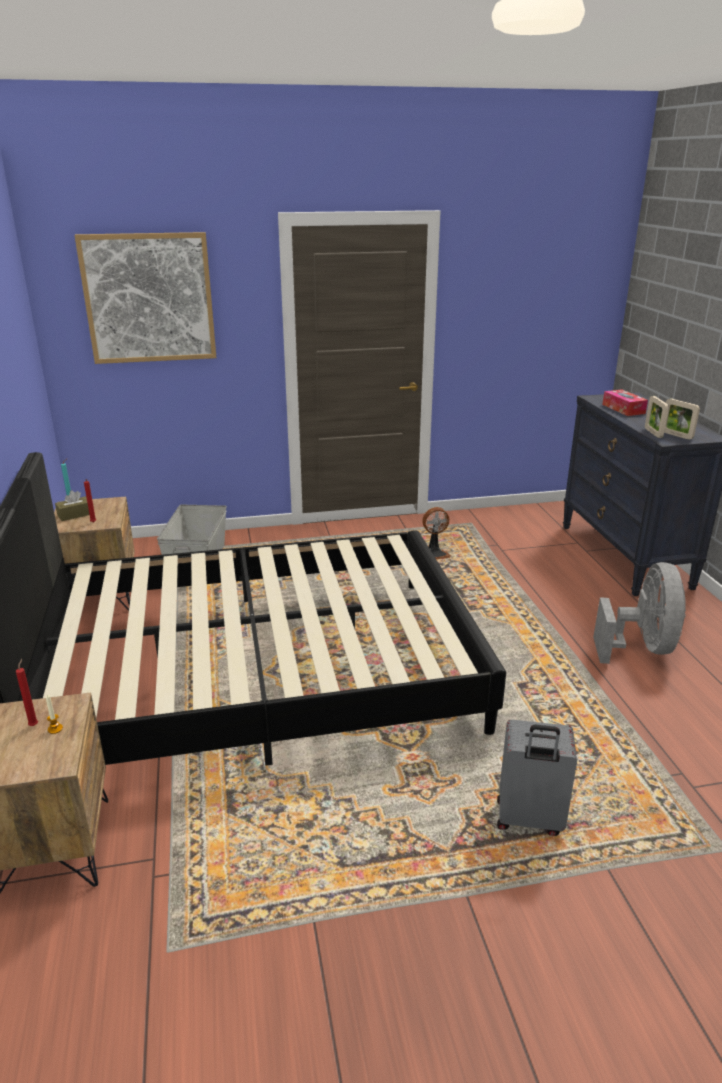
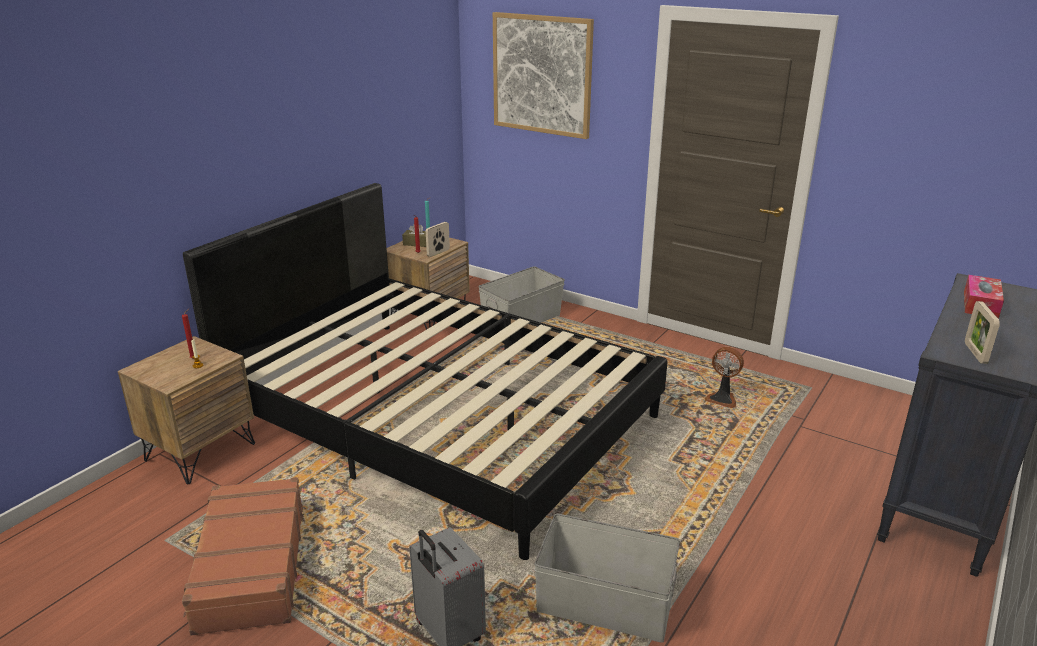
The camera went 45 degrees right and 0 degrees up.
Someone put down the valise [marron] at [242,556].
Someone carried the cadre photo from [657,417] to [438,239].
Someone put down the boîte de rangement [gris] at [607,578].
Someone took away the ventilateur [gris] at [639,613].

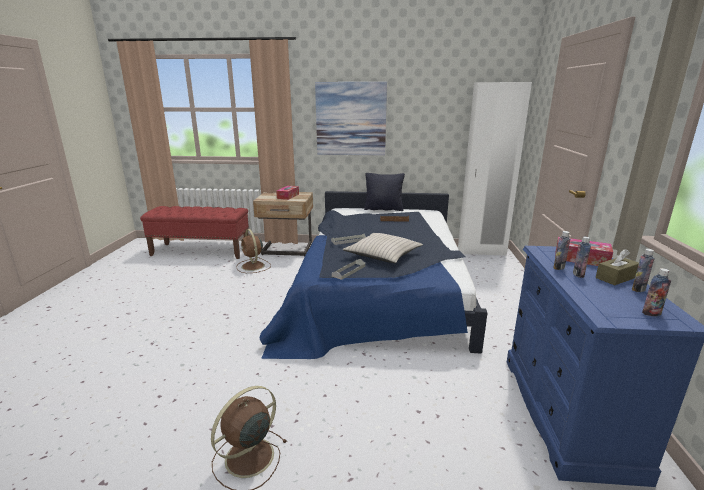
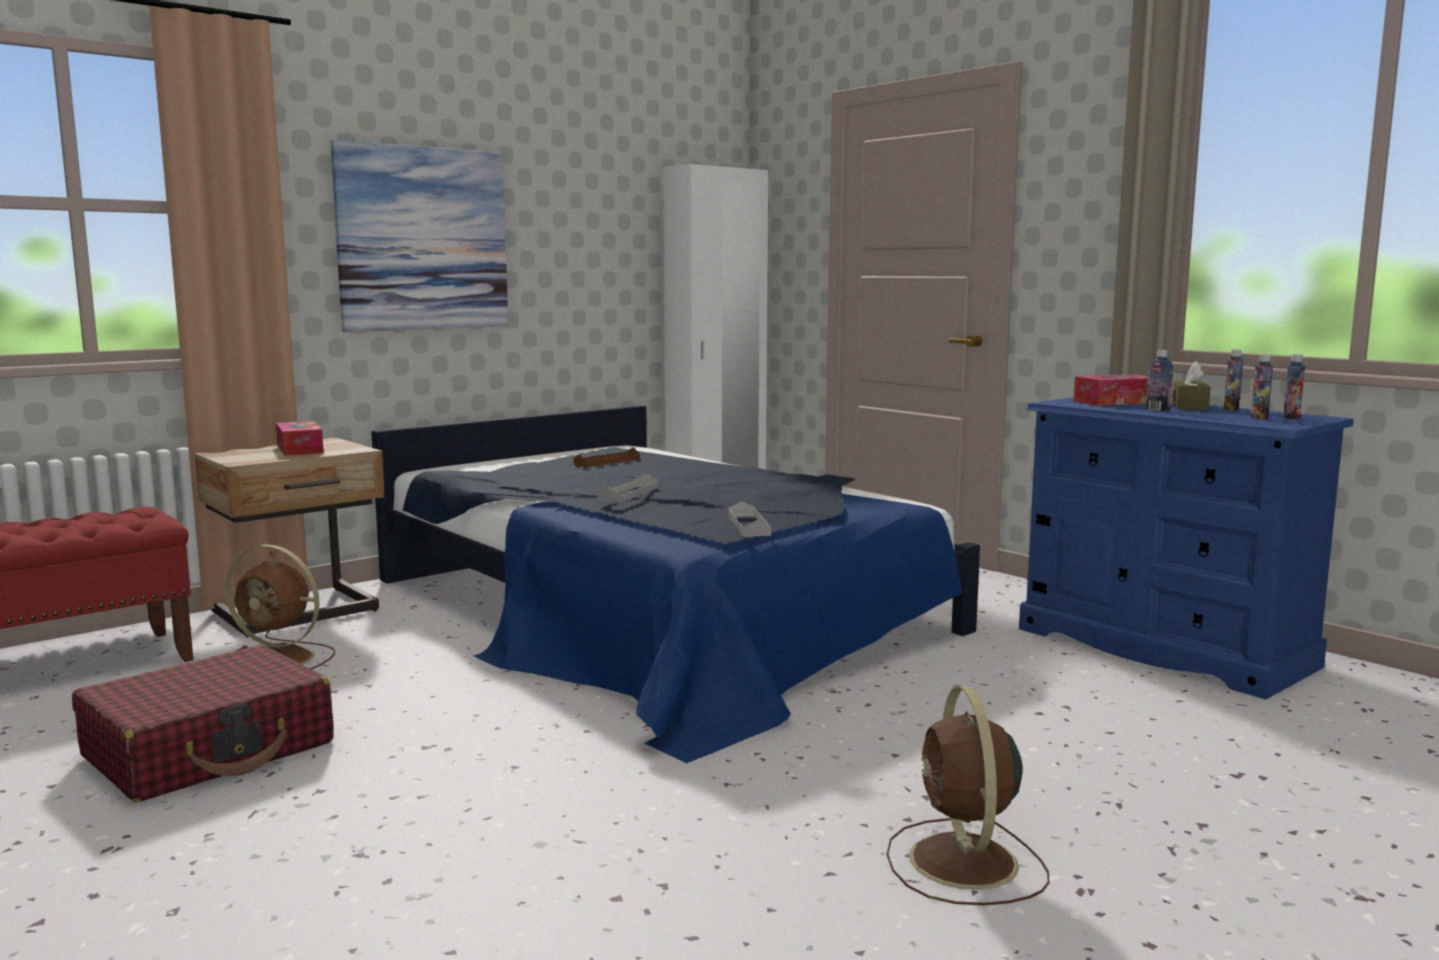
The camera went 45 degrees left and 10 degrees down.
Someone put down the valise [rouge] at [203,723].
Someone carried the bouteille from [561,250] to [1262,386].
Someone took away the coussin [beige] at [383,248].
Someone took away the coussin [noir] at [384,192].

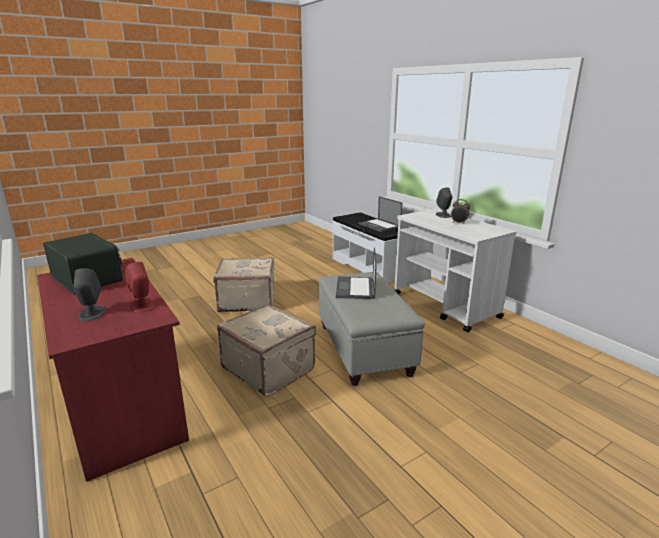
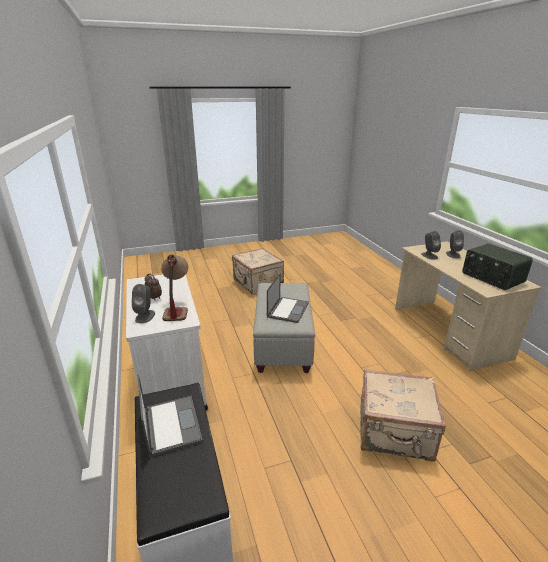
The camera went 165 degrees left and 5 degrees up.
Someone put down the lampe de table at [174,287].
Someone carried the valise [beige] from [266,350] to [258,271].
Someone repainted the bureau [rouge] at [113,370], which became the bureau [beige] at [468,306].
Someone repainted the enceinte [rouge] at [140,287], which became the enceinte [gris] at [431,245].

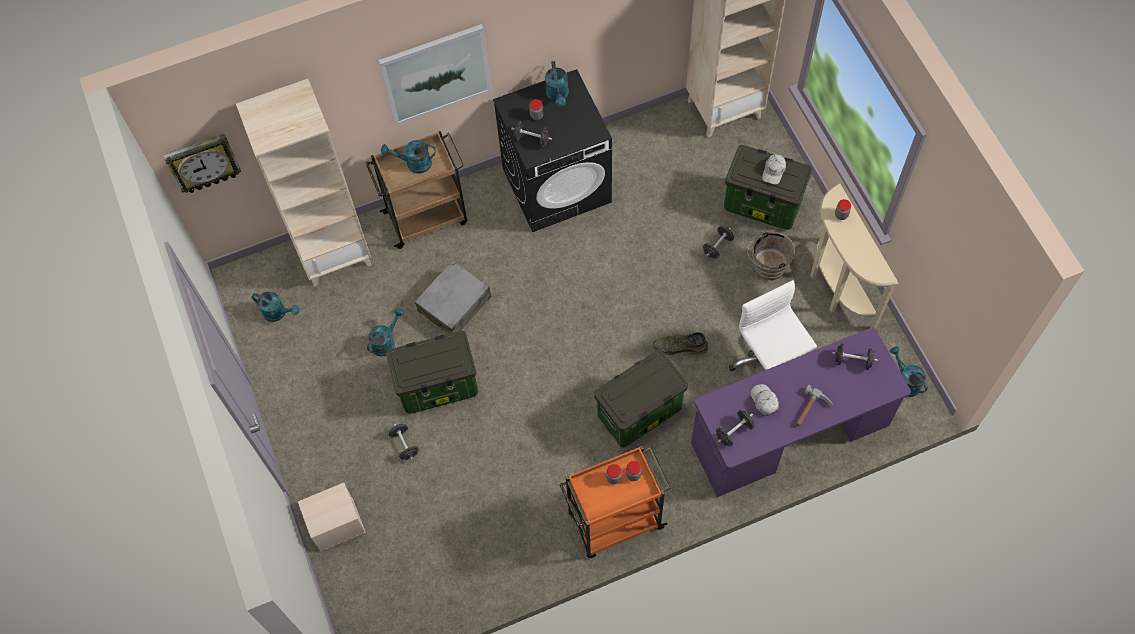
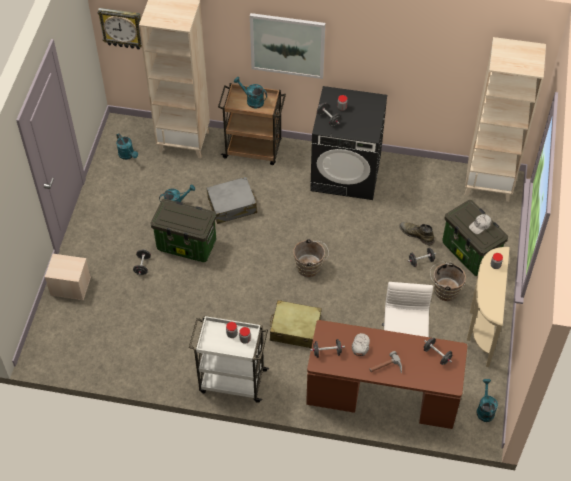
The camera went 30 degrees right and 10 degrees down.
Someone repainted the chariot [orange] at [614,502], which became the chariot [blanc] at [229,359].
Someone swapped the boîte de rangement at [641,398] for the valise [beige] at [296,324].
Someone put down the seau [marron] at [311,257].
Someone repainted the bureau [violet] at [801,412], which became the bureau [marron] at [386,374].
Someone carried the botte [vert] from [680,343] to [416,233].
Someone took away the arrosoir [turquoise] at [557,84].

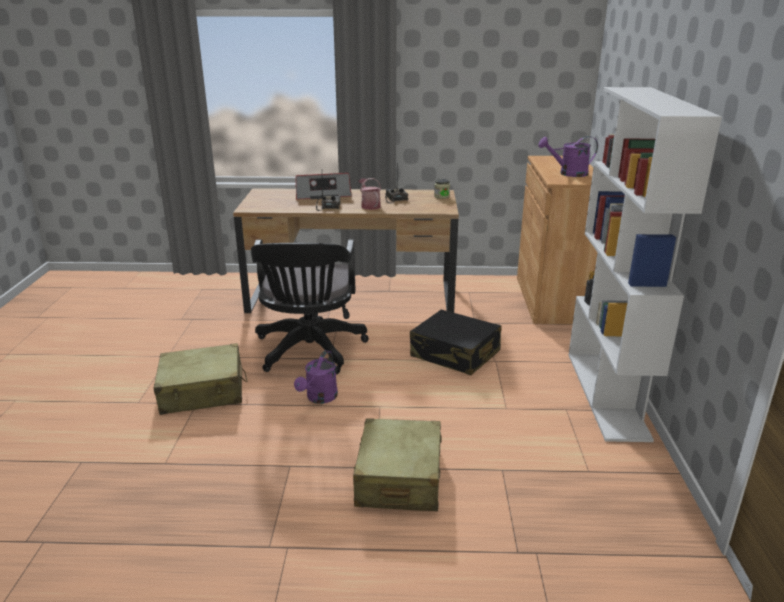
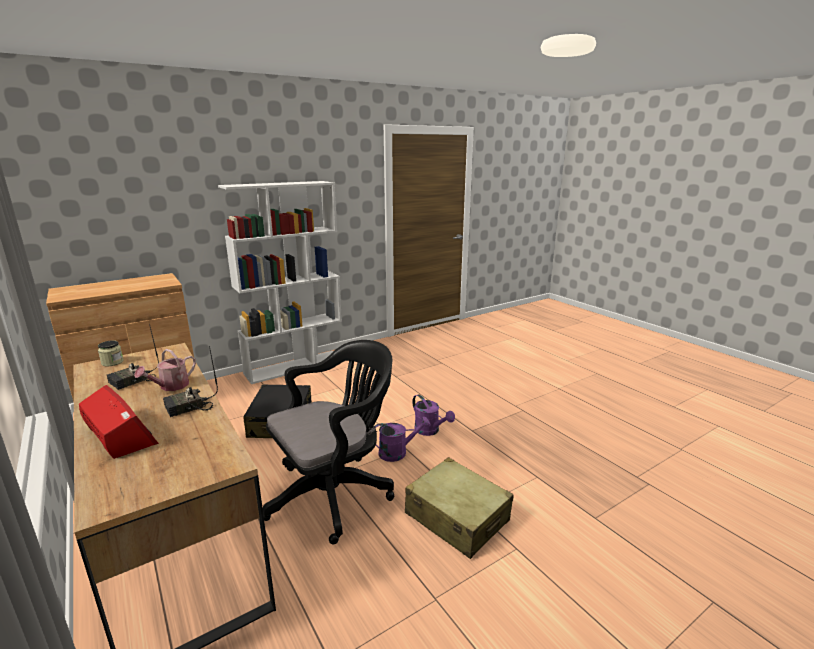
The camera went 125 degrees left and 5 degrees down.
Someone carried the arrosoir [violet] from [568,156] to [433,415].
Someone took away the valise [beige] at [397,464].

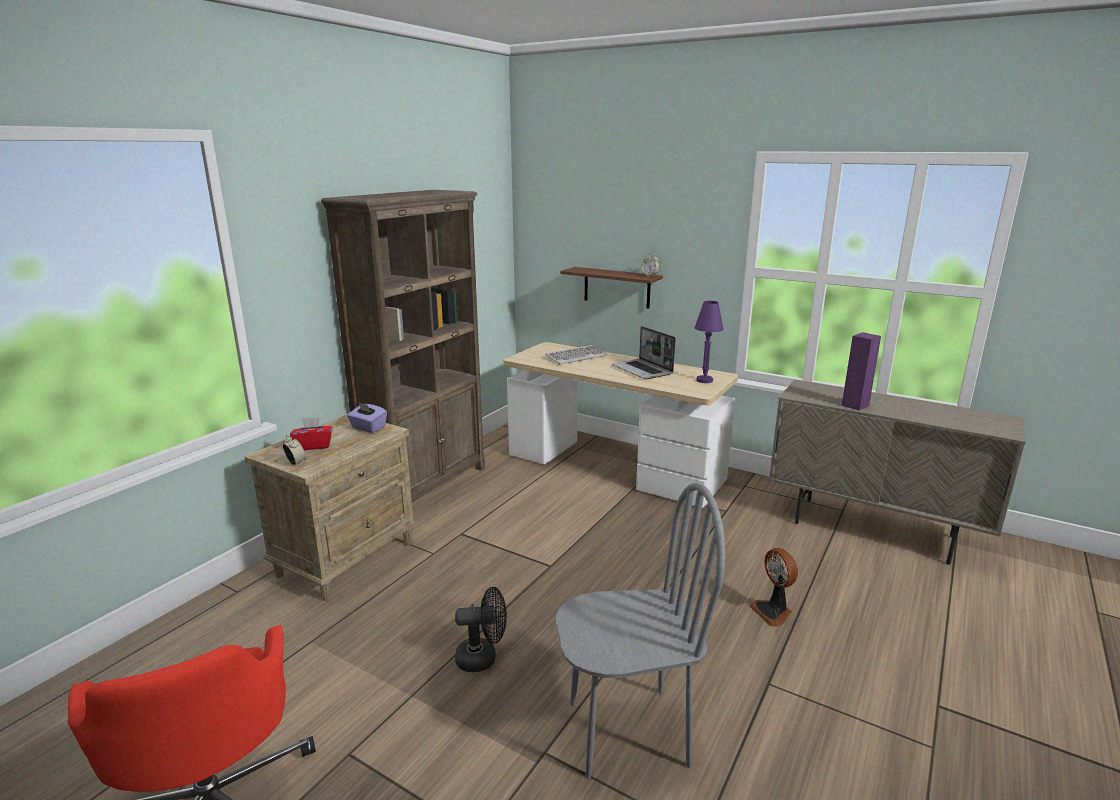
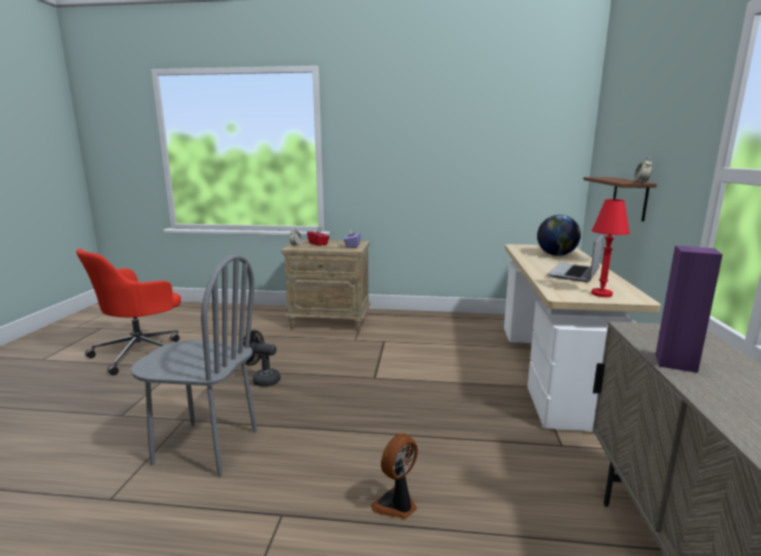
The camera went 65 degrees right and 5 degrees down.
Someone rotated the chaise [gris] at [640,631] by 45 degrees counterclockwise.
Someone rotated the ventilateur [noir] at [481,629] by 135 degrees clockwise.
Someone swapped the clavier at [575,354] for the globe at [559,235].
Someone repainted the lampe de table [violet] at [709,342], which became the lampe de table [rouge] at [610,248].
Someone took away the bibliothèque [marron] at [403,346].

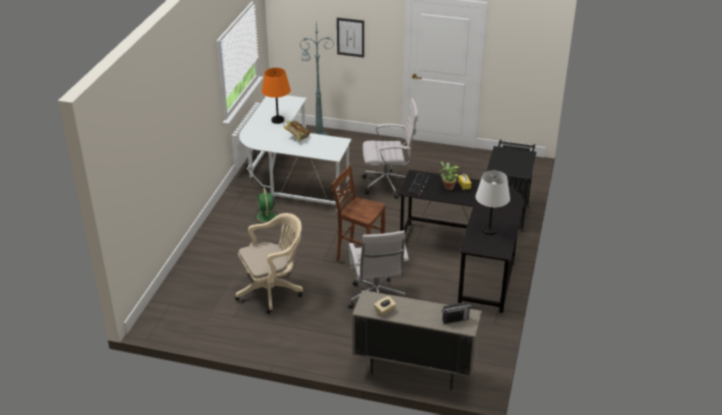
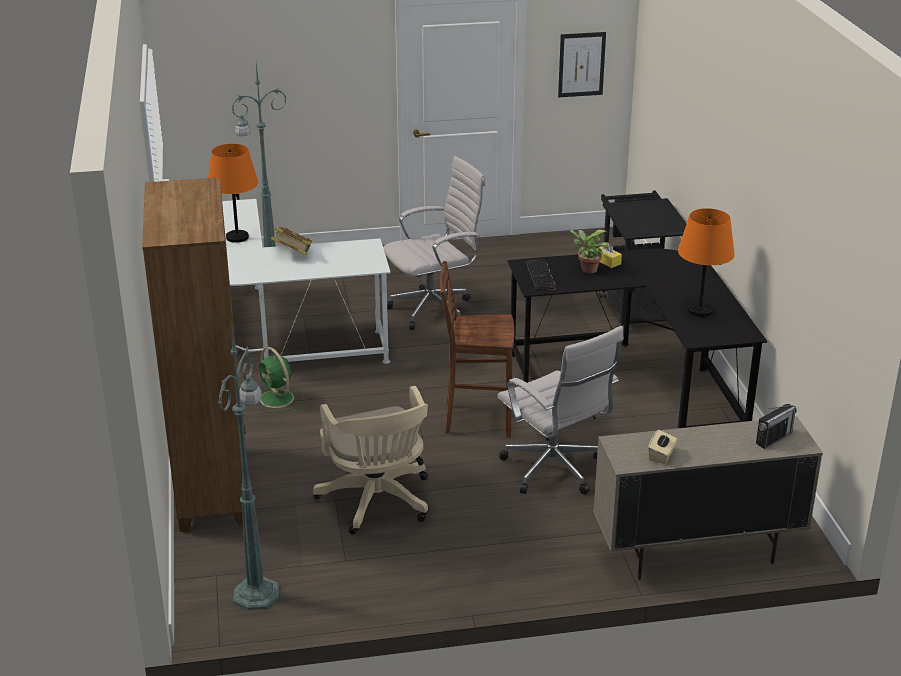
The camera went 25 degrees left and 5 degrees down.
Someone put down the bibliothèque [marron] at [194,354].
Someone put down the lampadaire [vert] at [248,466].
Someone rotated the chaise de bureau [beige] at [269,263] by 120 degrees clockwise.
Someone carried the tableau from [350,38] to [582,64].
Someone repainted the lampe de table [blanc] at [492,203], which became the lampe de table [orange] at [706,262].

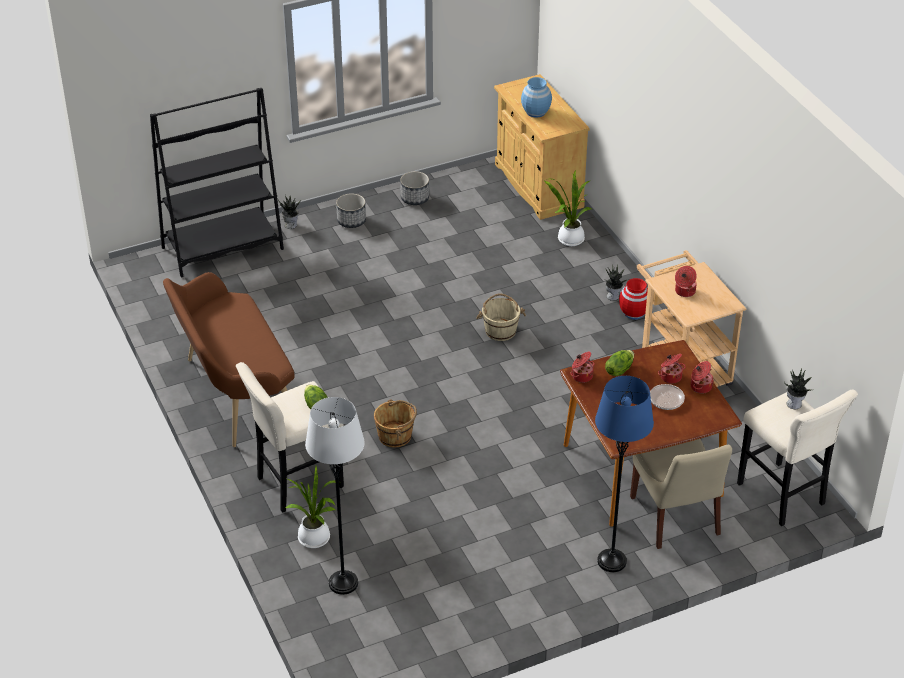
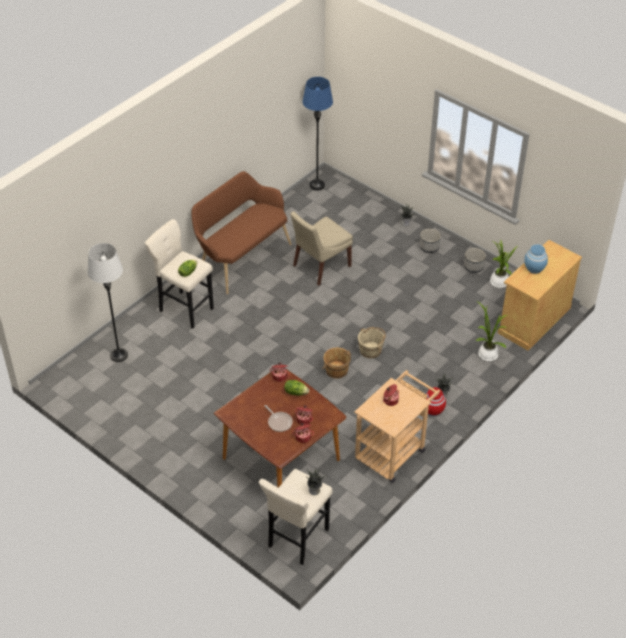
The camera went 65 degrees right and 5 degrees up.
Someone carried the chaise [beige] from [681,494] to [322,248].
Someone carried the lampadaire [bleu] from [624,474] to [318,134].
Someone carried the seau [marron] from [395,423] to [337,363].
Someone carried the plante en pot from [310,507] to [503,264].
Someone took away the bibliothèque [noir] at [217,183].

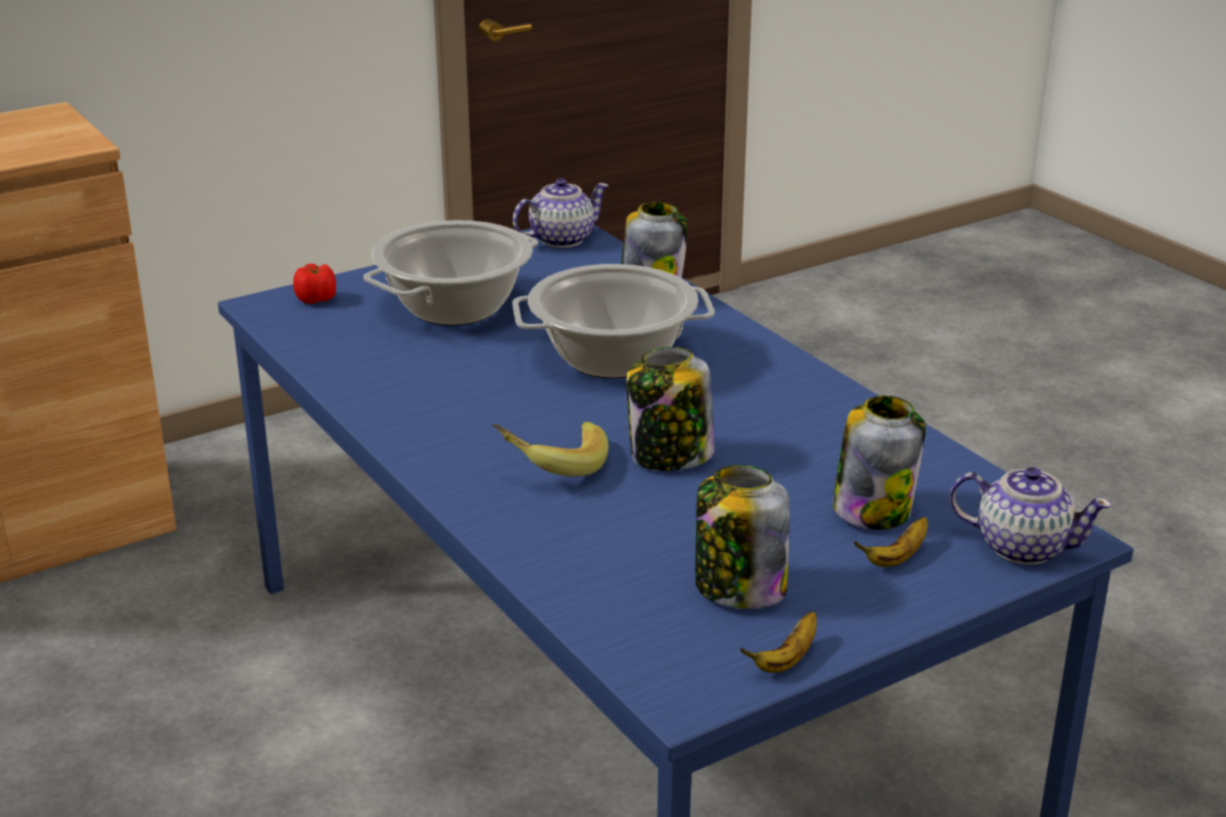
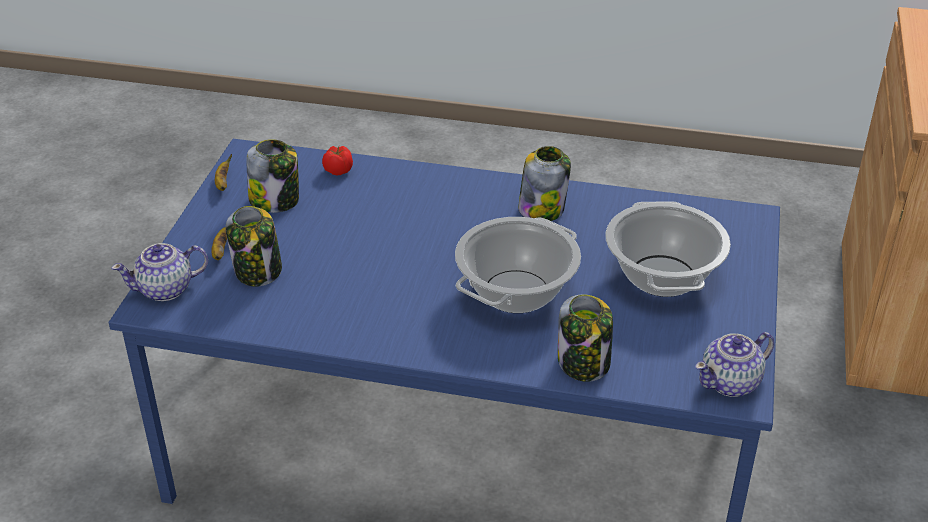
The camera went 135 degrees right and 10 degrees up.
Someone carried the tomate from [314,284] to [337,160].
Someone carried the bocal from [670,409] to [544,183].
Someone rotated the théière at [561,213] by 45 degrees clockwise.
Someone took away the banane at [550,449].

